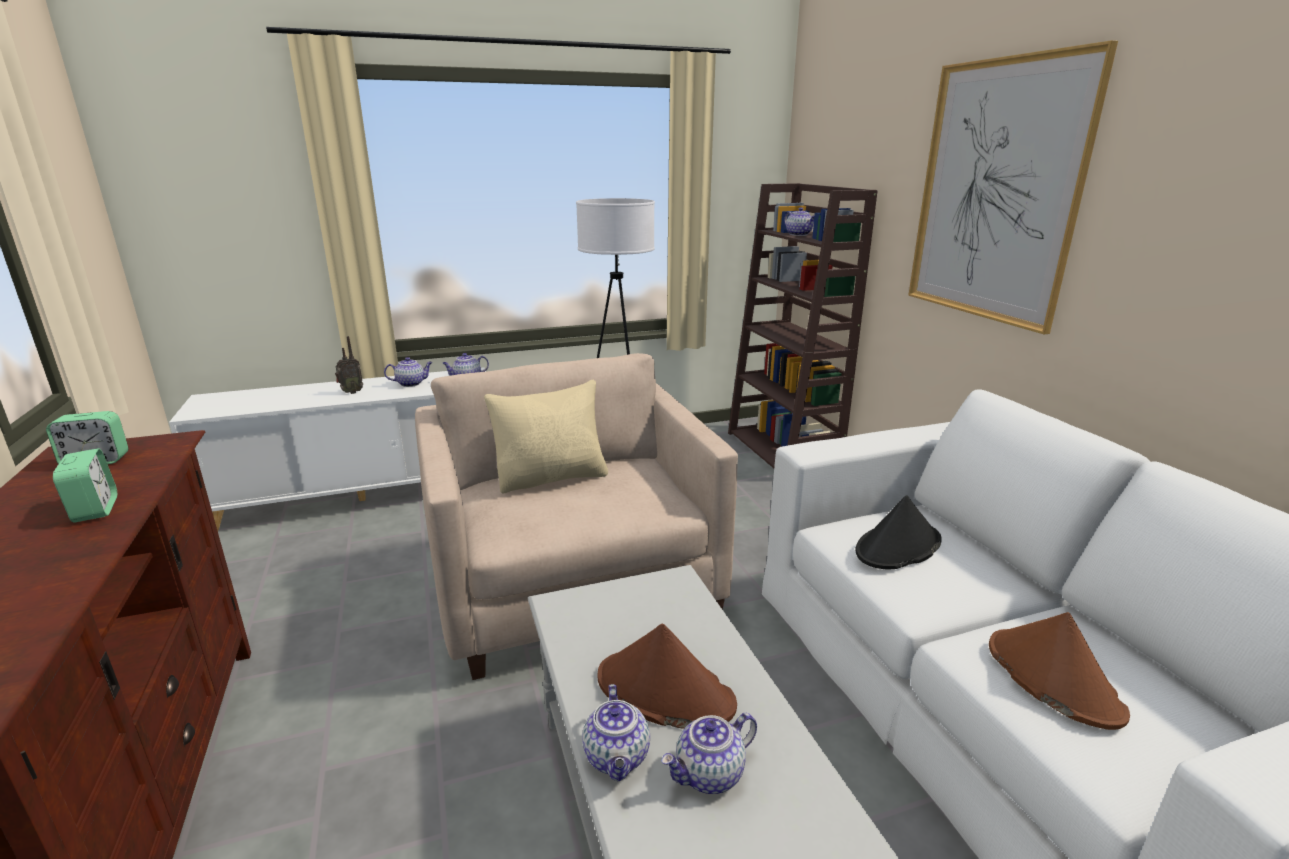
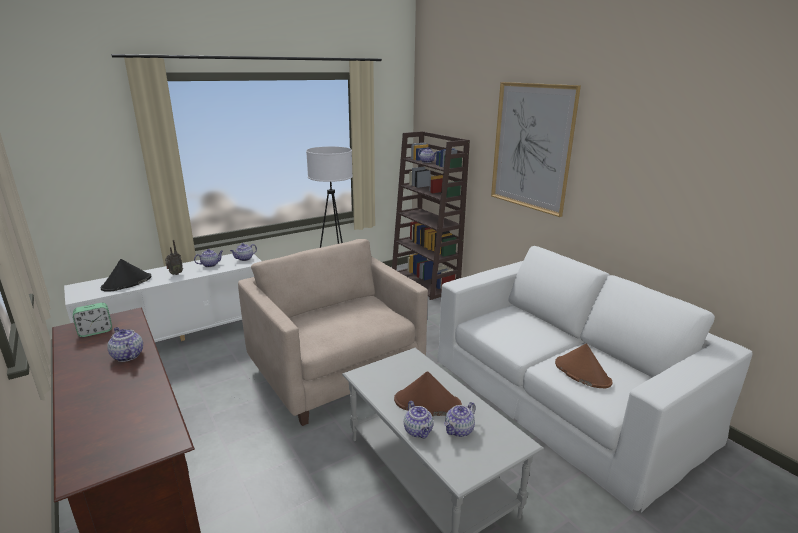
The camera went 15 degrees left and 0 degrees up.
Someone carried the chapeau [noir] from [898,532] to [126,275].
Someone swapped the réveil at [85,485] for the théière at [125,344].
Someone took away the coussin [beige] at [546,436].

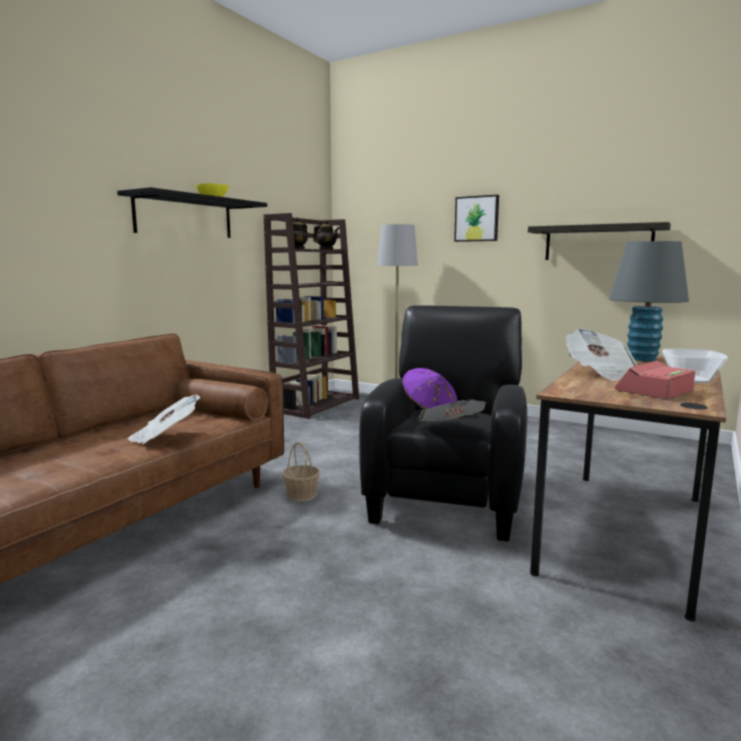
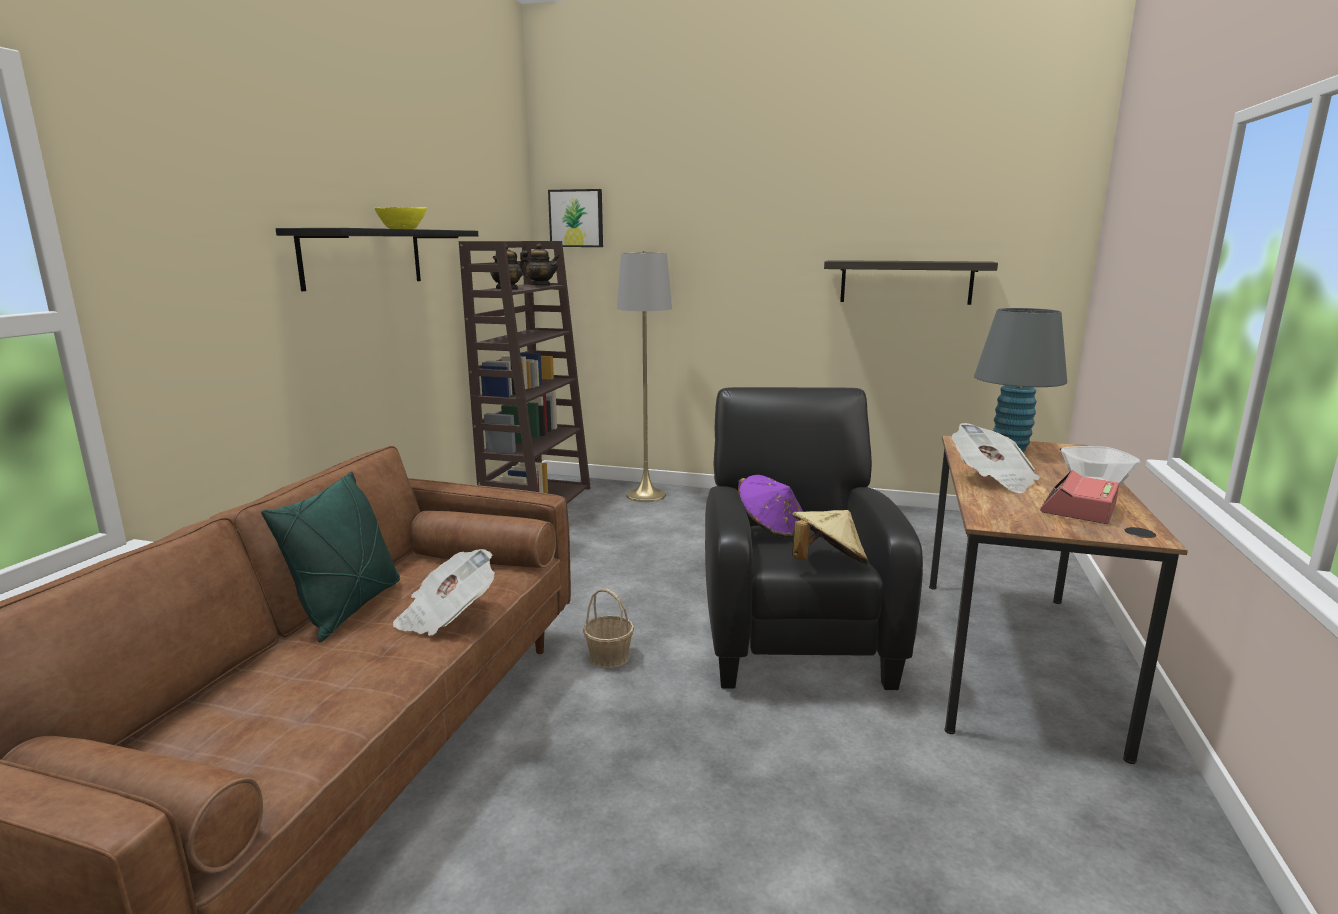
The camera went 15 degrees left and 5 degrees up.
Someone put down the coussin [vert] at [330,556].
Someone carried the tableau from [476,218] to [575,218].
Someone swapped the journal at [452,410] for the chapeau [beige] at [830,537].

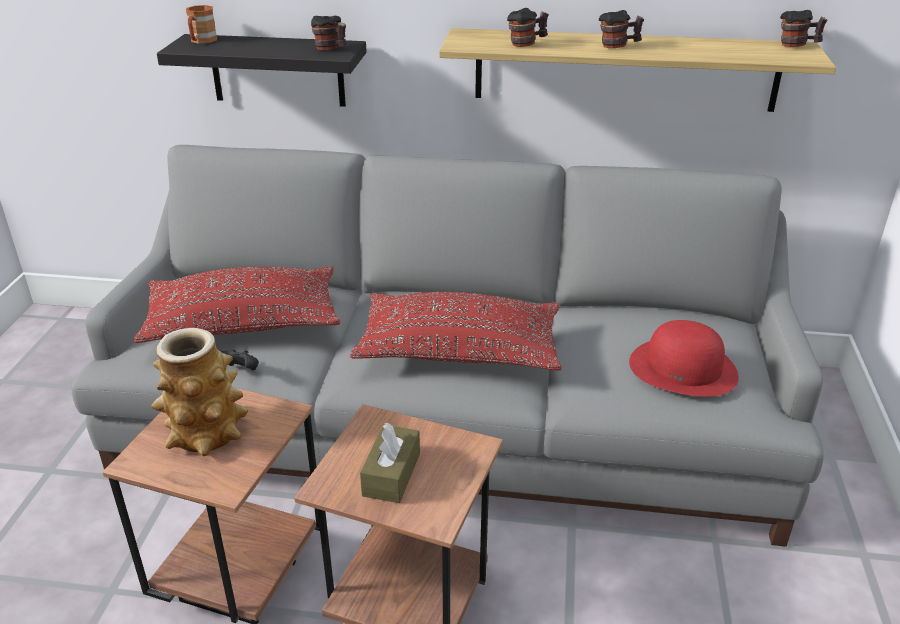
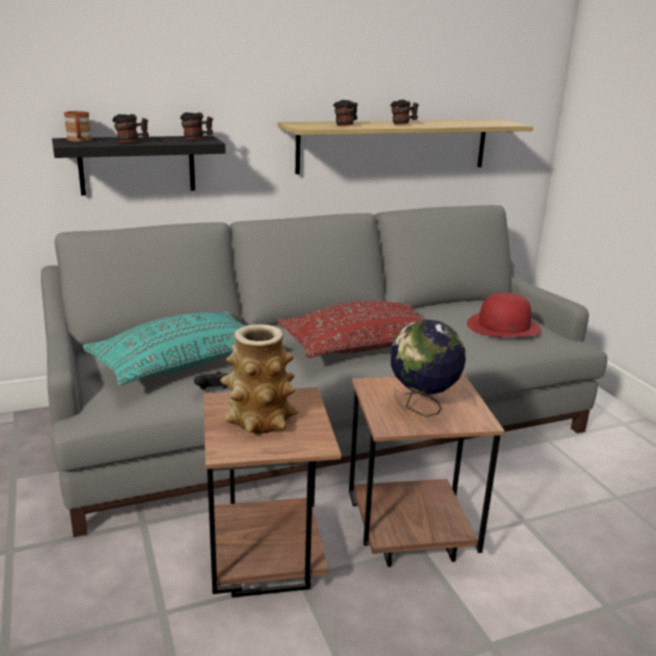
The camera went 30 degrees left and 10 degrees down.
Someone repainted the coussin [rouge] at [237,304], which became the coussin [turquoise] at [163,348].
Someone carried the mug from [803,28] to [131,128].
Someone swapped the boîte à mouchoirs [marron] at [390,462] for the globe at [428,368].

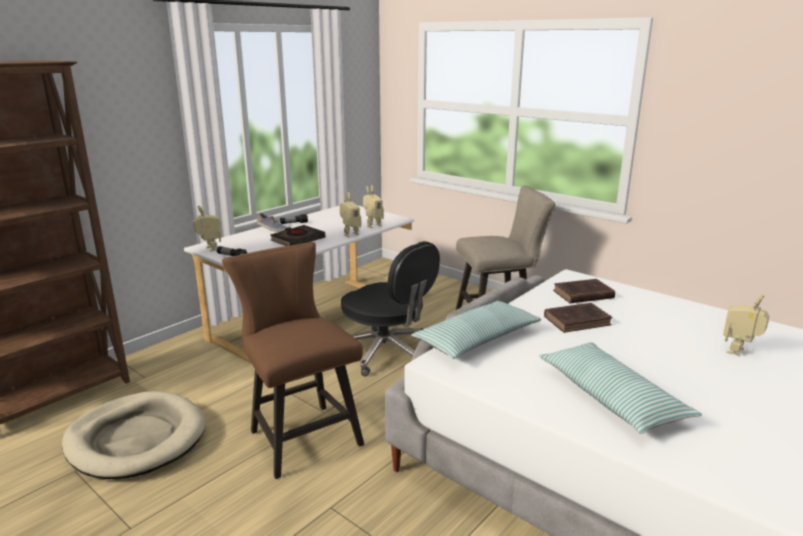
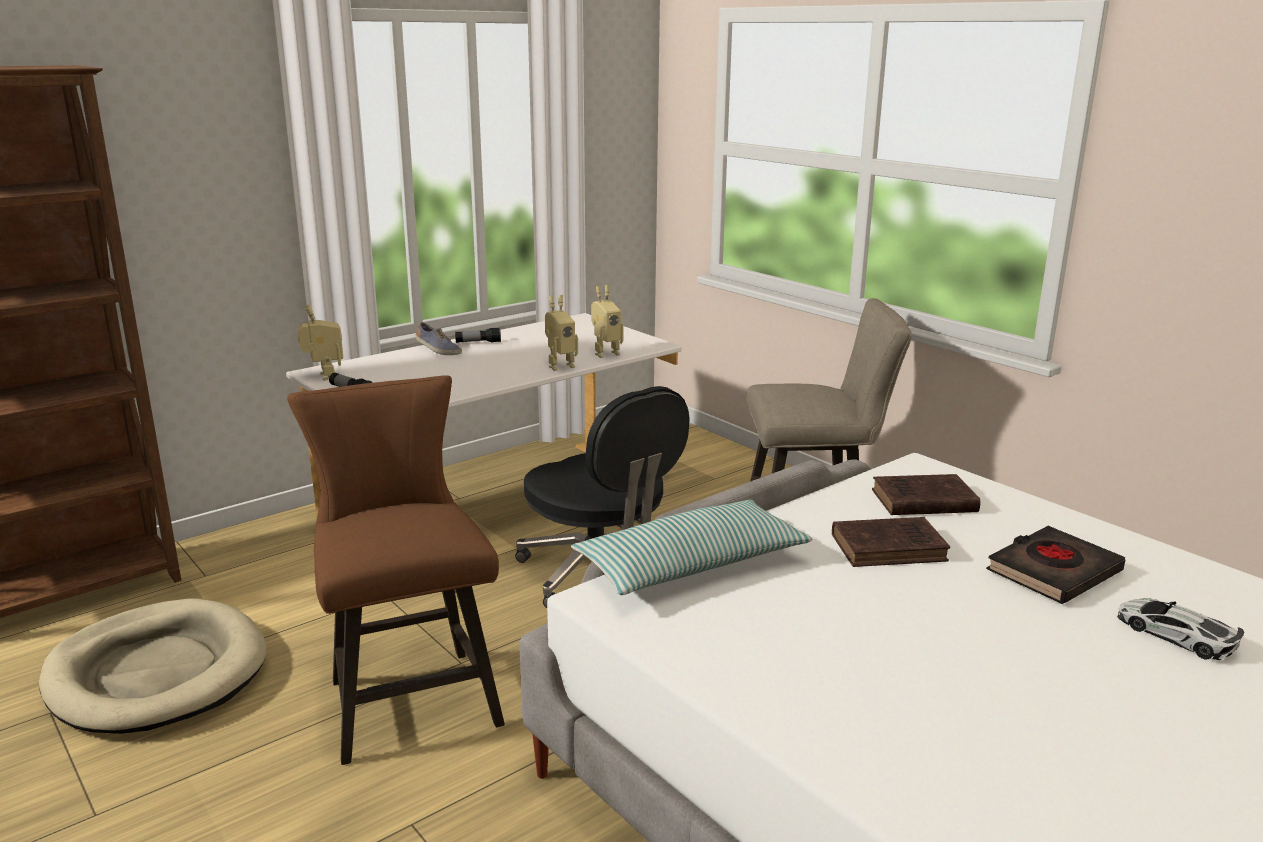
The camera went 10 degrees right and 0 degrees up.
Someone carried the livre [noir] from [297,235] to [1056,565].
Someone swapped the robot jouet at [746,325] for the petite voiture at [1180,629].
Someone took away the coussin at [620,388].

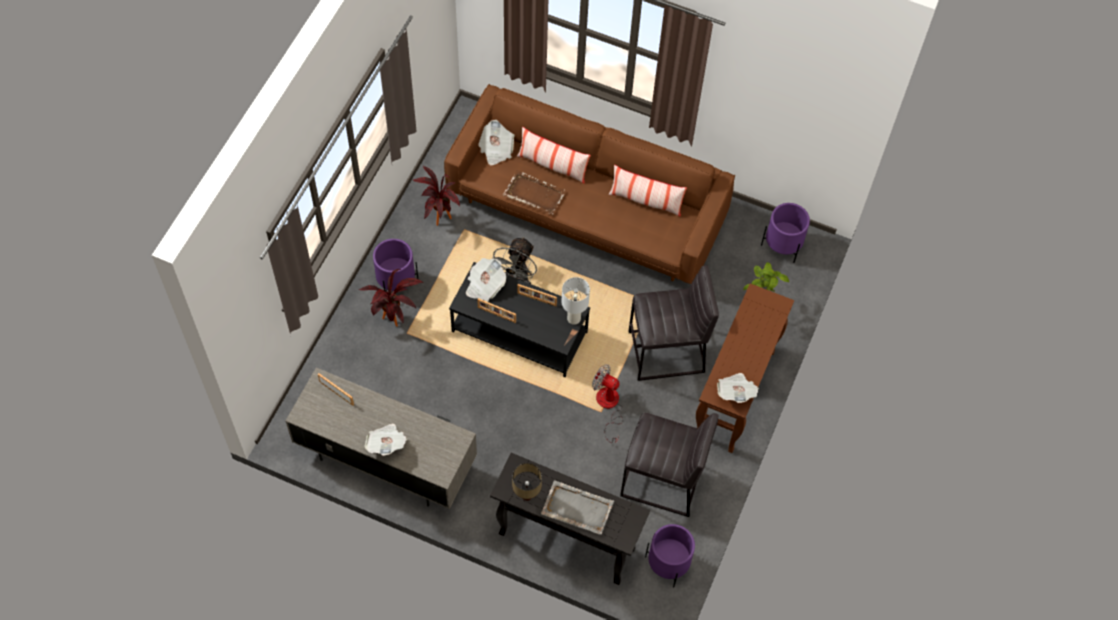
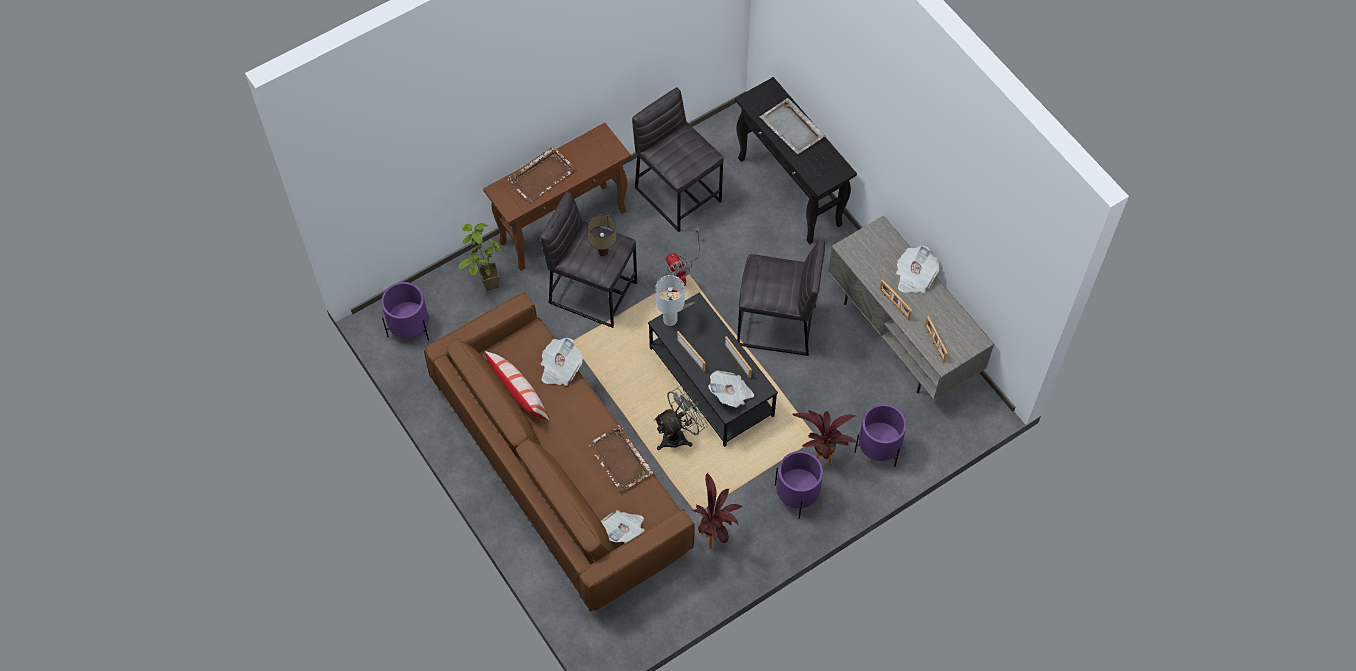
The camera went 145 degrees left and 0 degrees up.
Someone put down the plateau [marron] at [541,174].
Someone carried the journal from [738,388] to [562,362].
Someone carried the lampe de table from [527,482] to [602,235].
Someone put down the tabouret [gris] at [781,298].
Someone carried the cache-pot [violet] from [670,556] to [880,435].
Someone put down the cadre photo at [896,300].
Someone took away the coussin at [554,155].

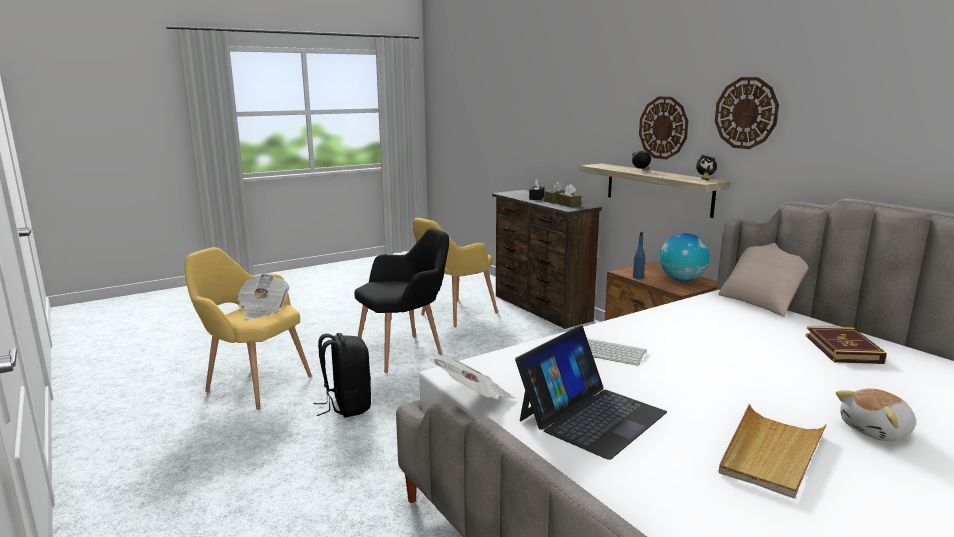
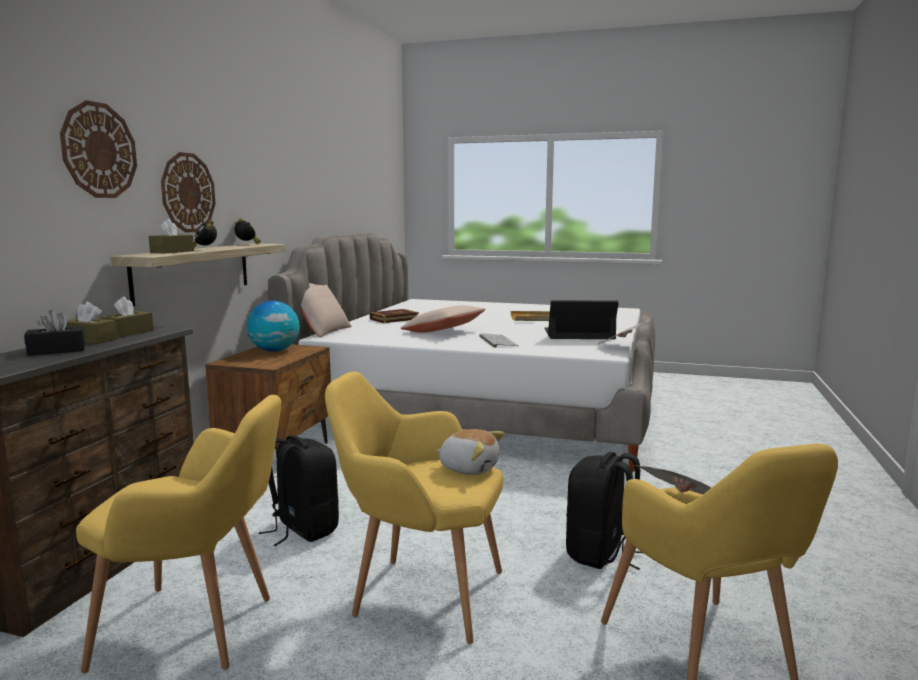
The camera went 130 degrees left and 5 degrees down.
Someone carried the horloge murale from [747,113] to [98,149].
Someone put down the boîte à mouchoirs [marron] at [171,236].
Someone put down the sac à dos [noir] at [299,491].
Someone repainted the fauteuil [noir] at [401,300], which became the fauteuil [jaune] at [414,508].
Someone put down the coussin [beige] at [443,319].
Someone carried the peluche from [876,415] to [470,452].
Someone took away the bouteille [bleu] at [639,255].

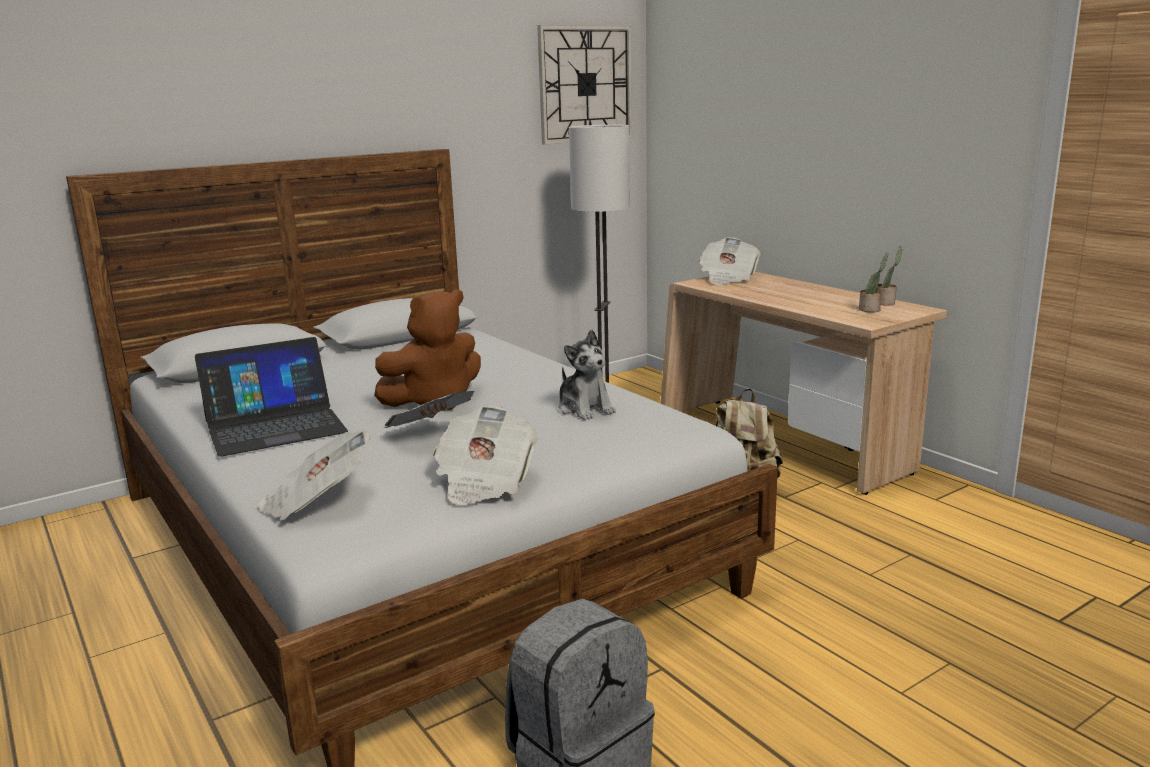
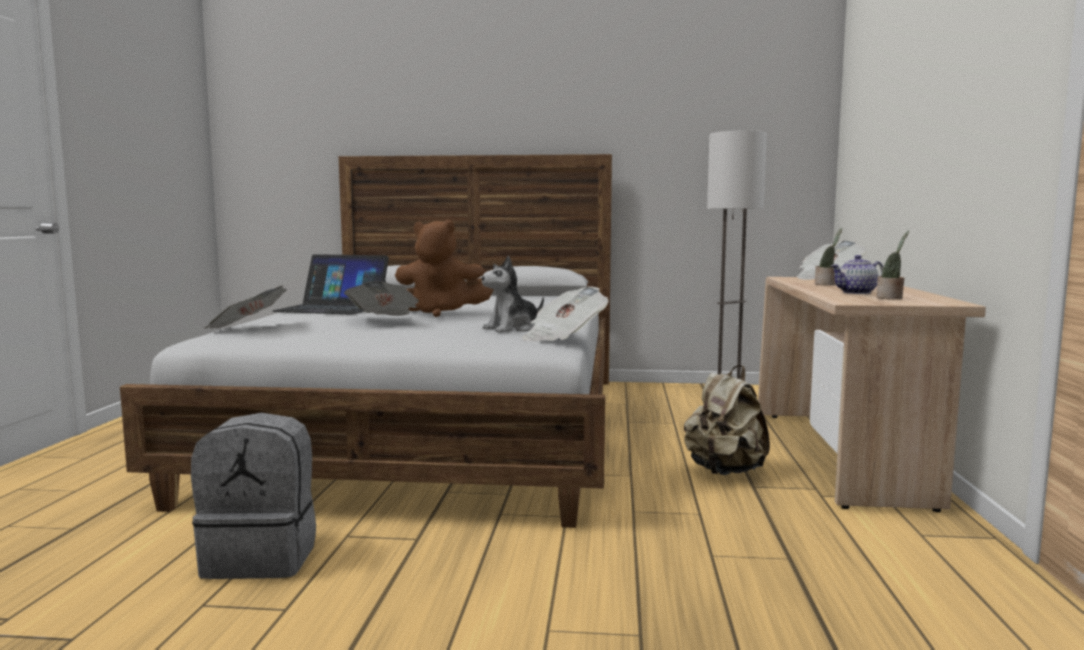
The camera went 40 degrees right and 10 degrees down.
Someone rotated the peluche at [587,374] by 45 degrees clockwise.
Someone carried the journal from [485,455] to [565,314].
Someone carried the plante en pot from [890,276] to [828,257].
Someone put down the théière at [857,274].
Someone took away the horloge murale at [584,85].

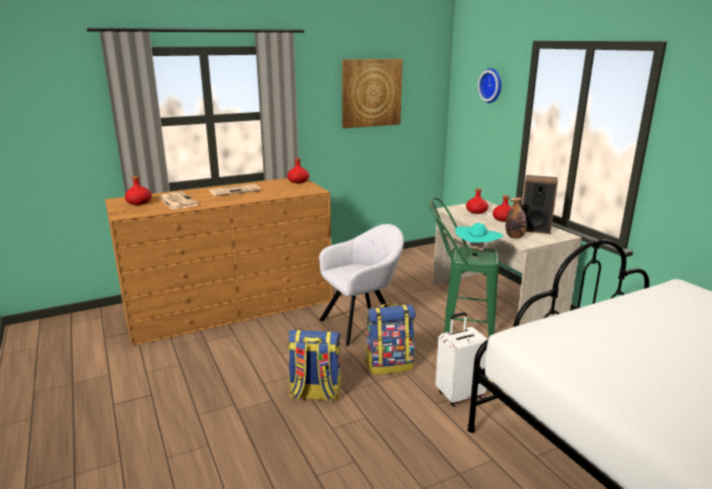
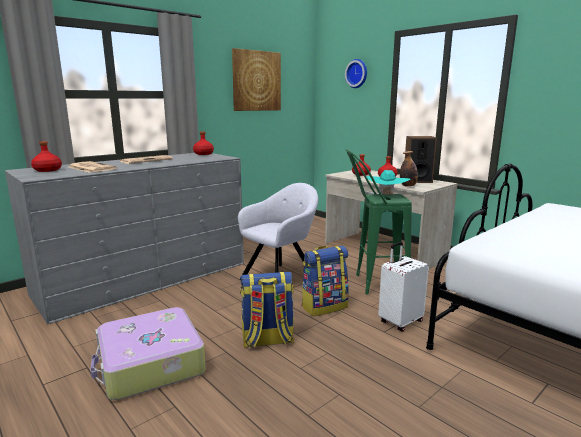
The camera went 15 degrees left and 5 degrees down.
Someone repainted the commode [marron] at [218,262], which became the commode [gris] at [124,238].
Someone put down the valise at [148,353].

